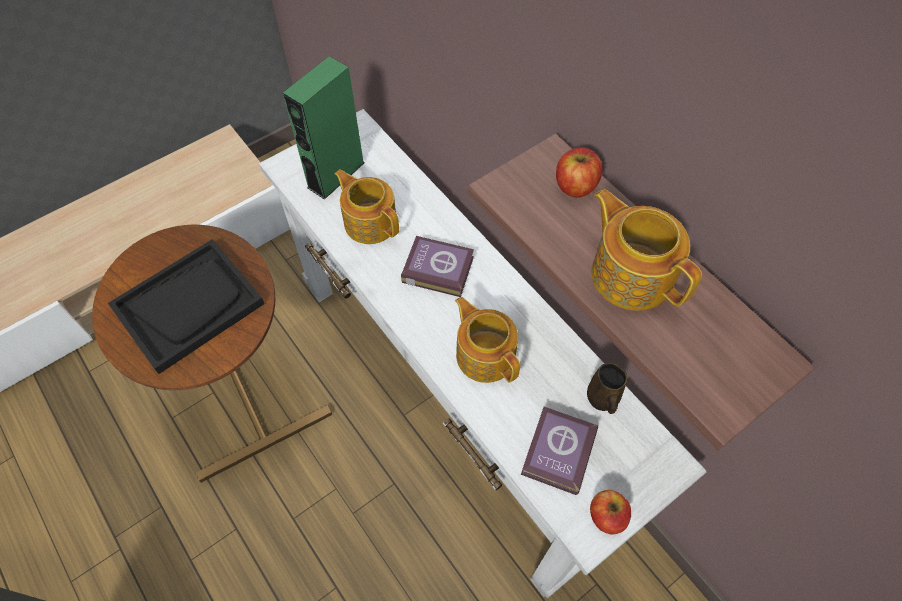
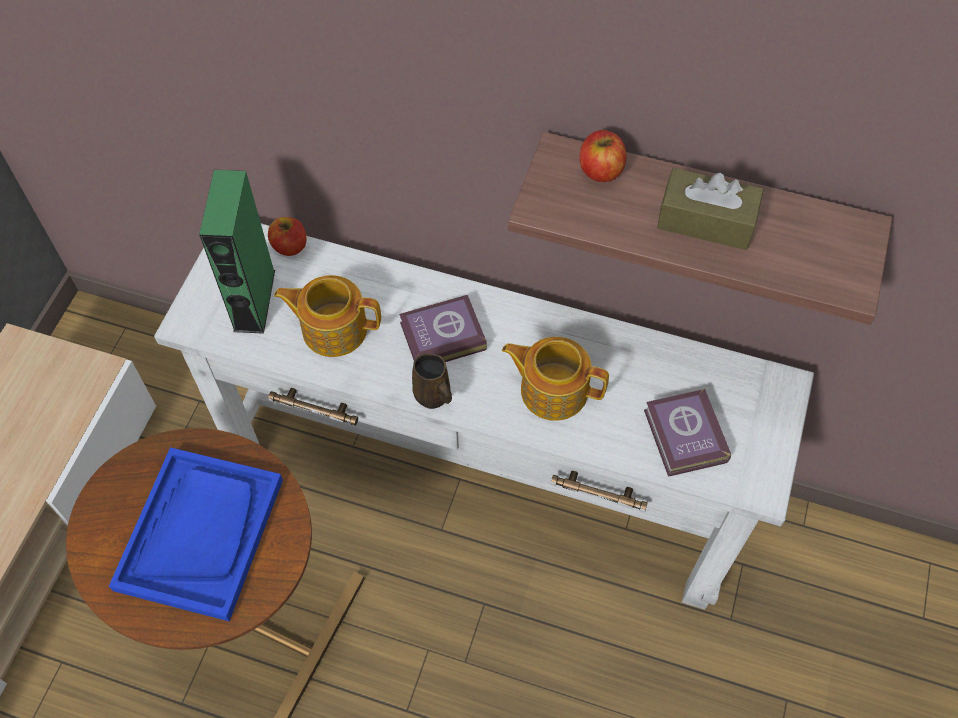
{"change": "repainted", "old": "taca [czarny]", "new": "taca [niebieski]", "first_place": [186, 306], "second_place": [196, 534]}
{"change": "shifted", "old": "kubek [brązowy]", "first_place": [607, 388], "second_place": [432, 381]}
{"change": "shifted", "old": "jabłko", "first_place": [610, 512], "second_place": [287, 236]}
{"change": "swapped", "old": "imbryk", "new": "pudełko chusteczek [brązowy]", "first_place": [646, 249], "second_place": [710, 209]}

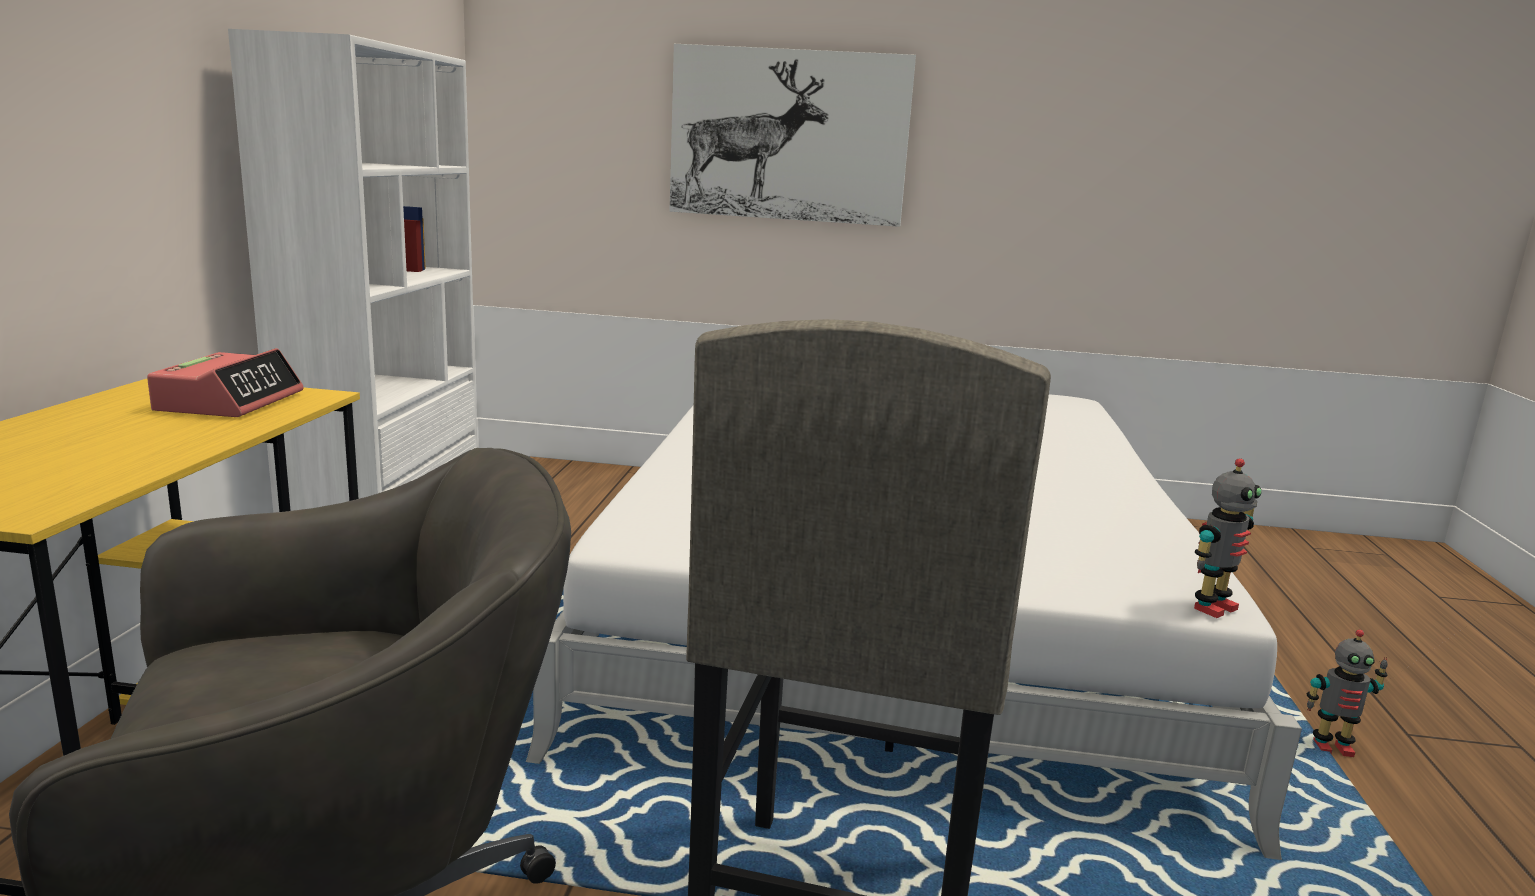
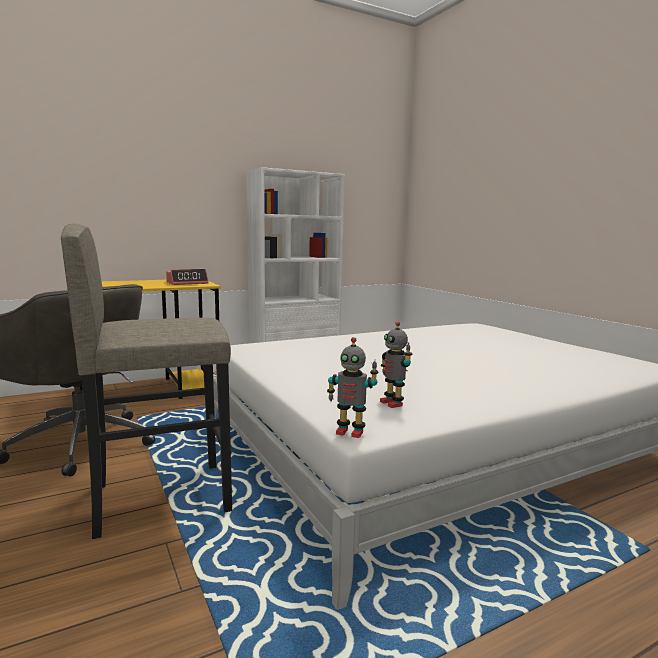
{"change": "gone", "old": "obraz", "first_place": [792, 135]}
{"change": "shifted", "old": "robot zabawkowy", "first_place": [1347, 693], "second_place": [396, 364]}

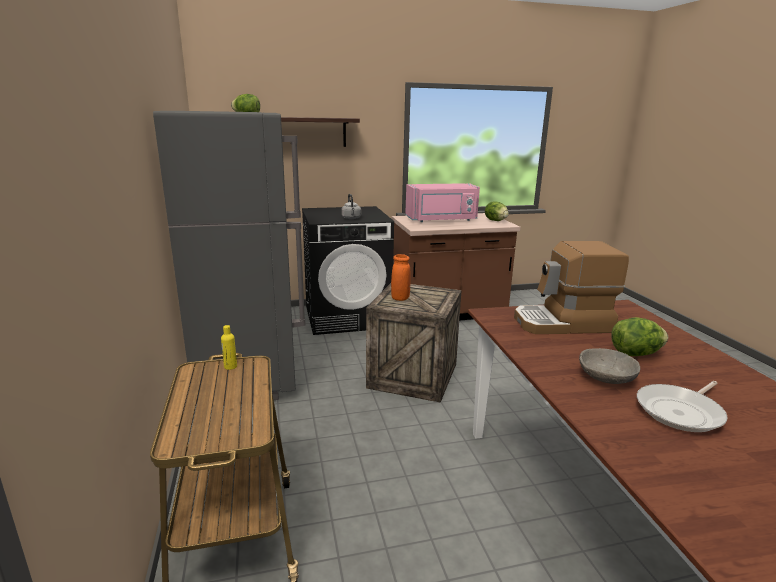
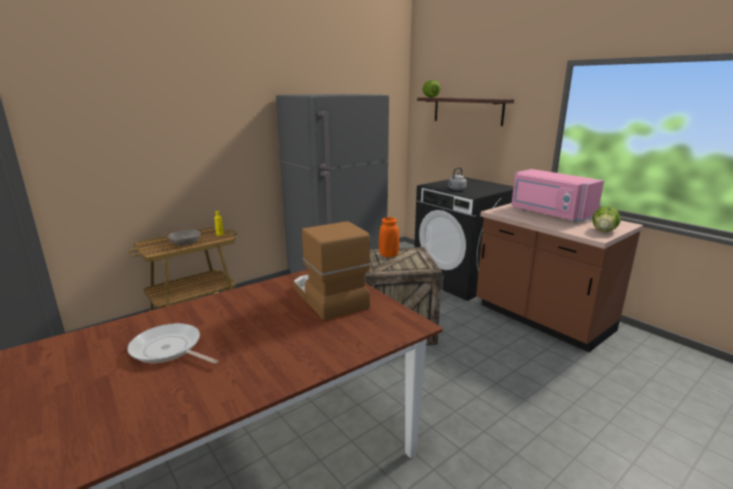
{"change": "shifted", "old": "miska [szary]", "first_place": [609, 366], "second_place": [184, 237]}
{"change": "gone", "old": "sałata", "first_place": [639, 336]}

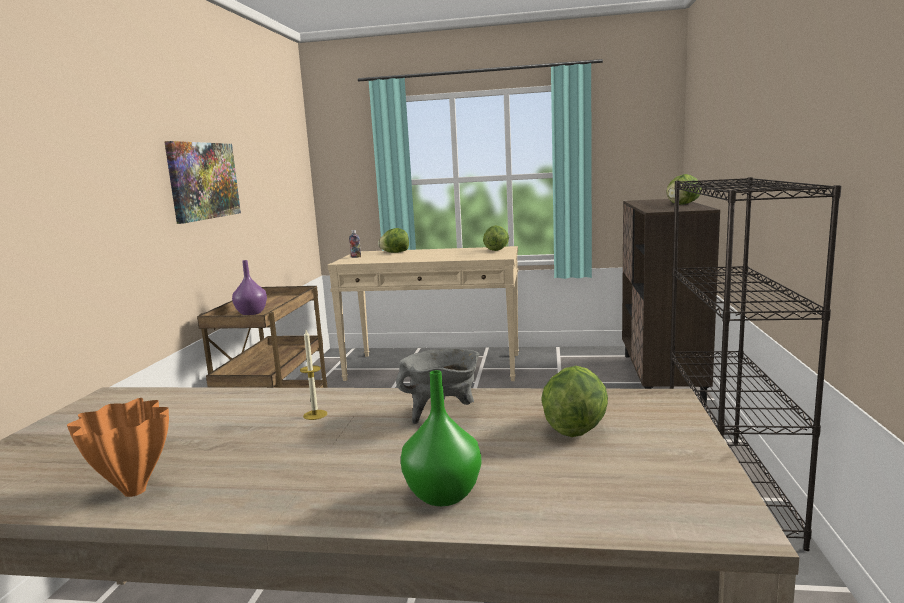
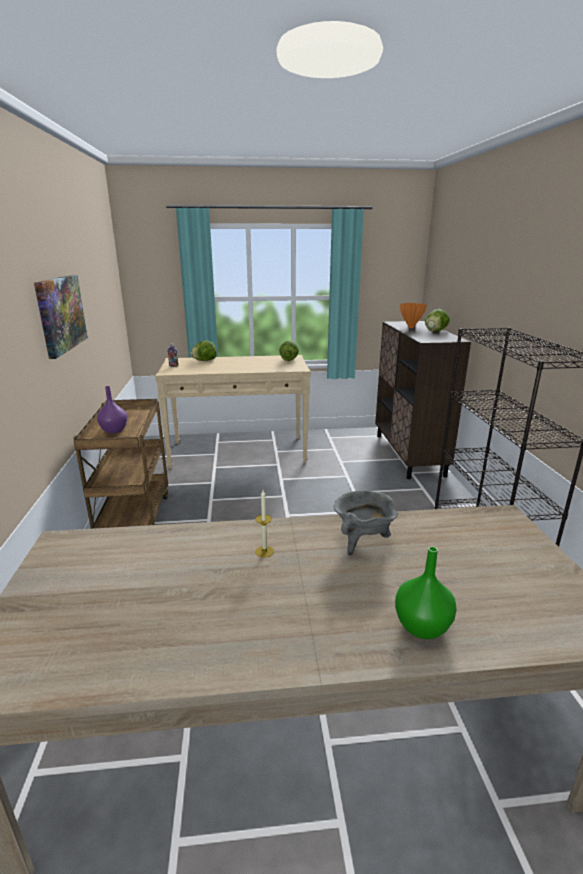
{"change": "shifted", "old": "wazon [pomarańczowy]", "first_place": [118, 447], "second_place": [413, 315]}
{"change": "gone", "old": "sałata", "first_place": [574, 401]}

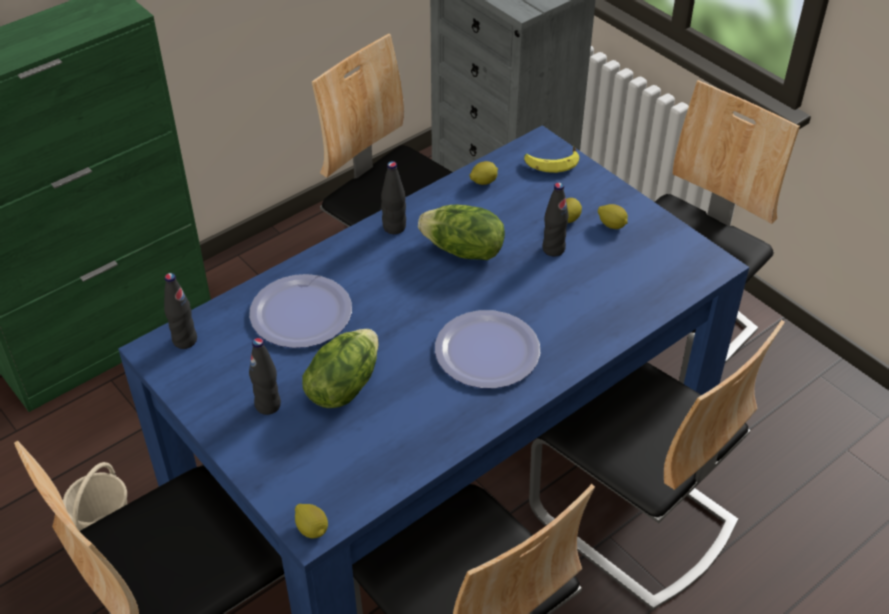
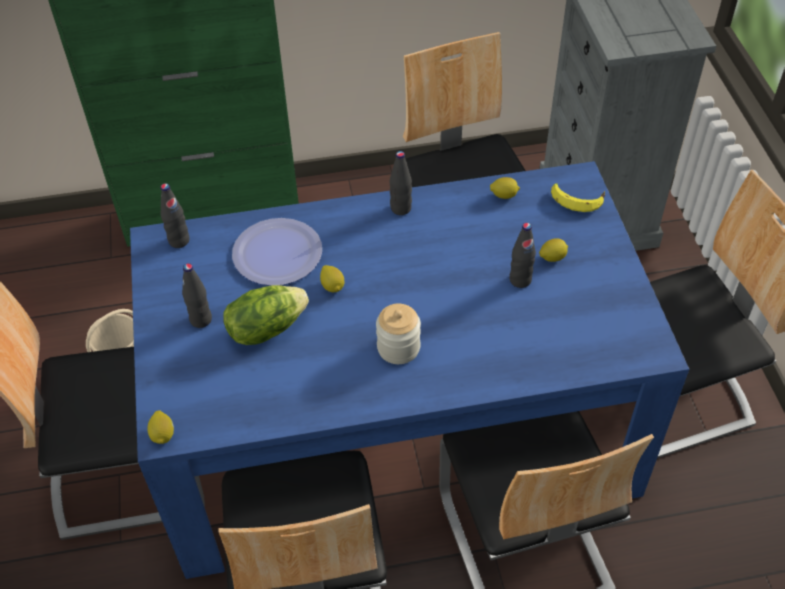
{"change": "gone", "old": "sałata", "first_place": [461, 232]}
{"change": "swapped", "old": "talerz", "new": "słoik", "first_place": [487, 349], "second_place": [398, 334]}
{"change": "shifted", "old": "cytryna", "first_place": [613, 216], "second_place": [332, 278]}

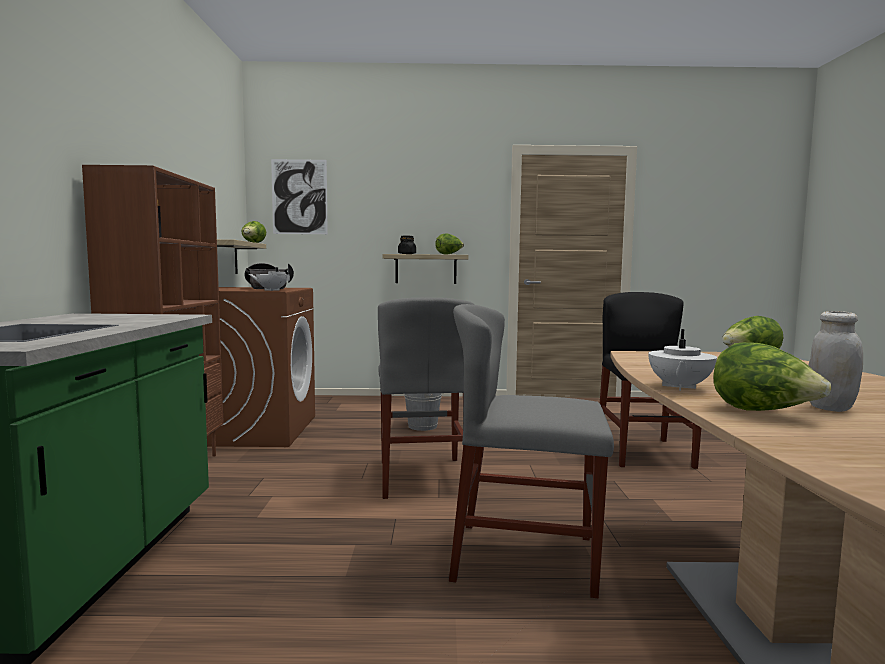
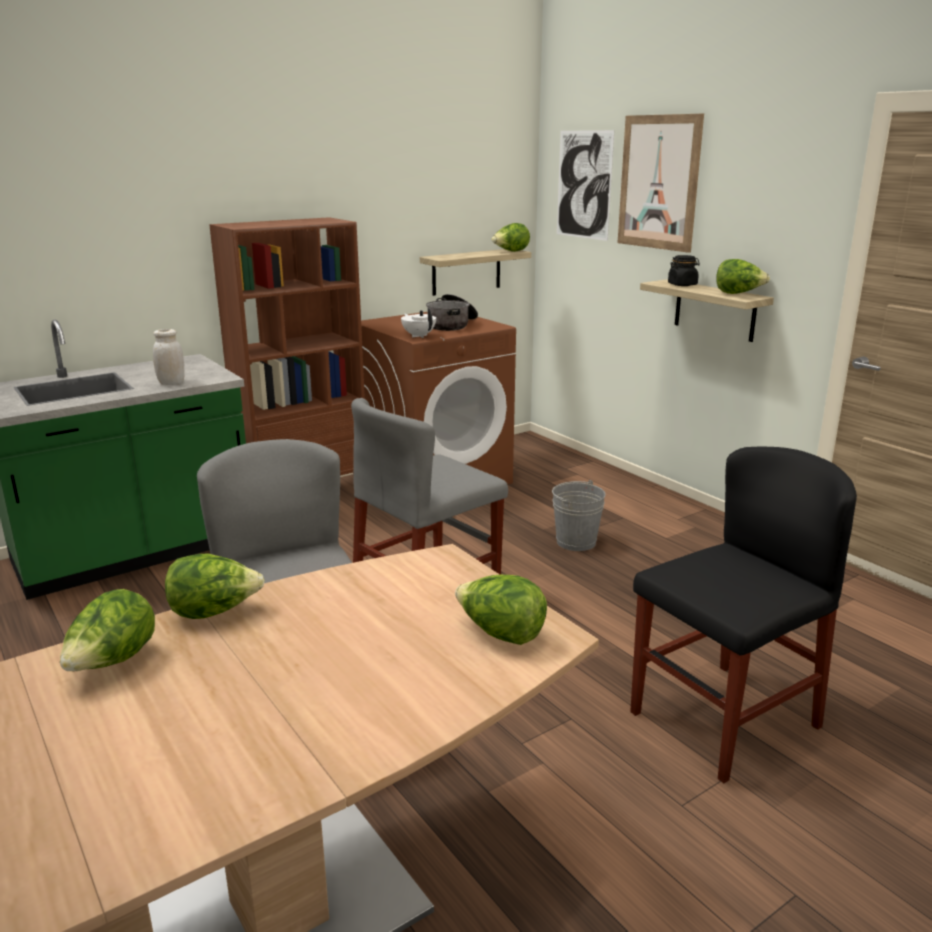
{"change": "swapped", "old": "imbryk [biały]", "new": "sałata", "first_place": [682, 360], "second_place": [215, 586]}
{"change": "shifted", "old": "słoik [biały]", "first_place": [835, 361], "second_place": [169, 357]}
{"change": "new", "new": "obraz", "second_place": [661, 183]}

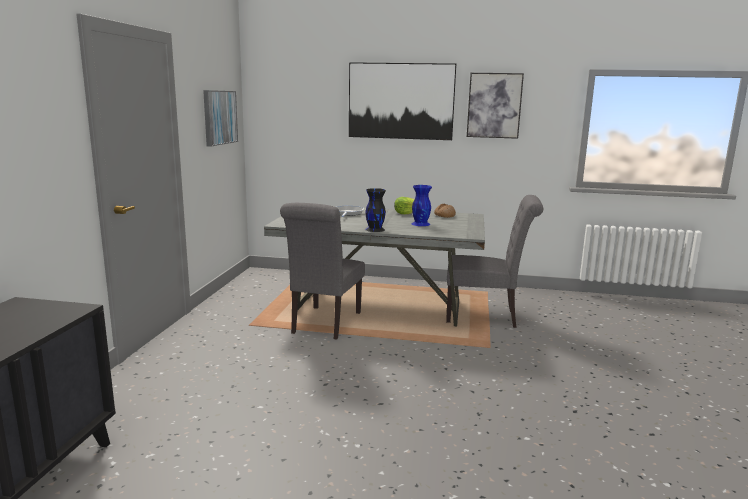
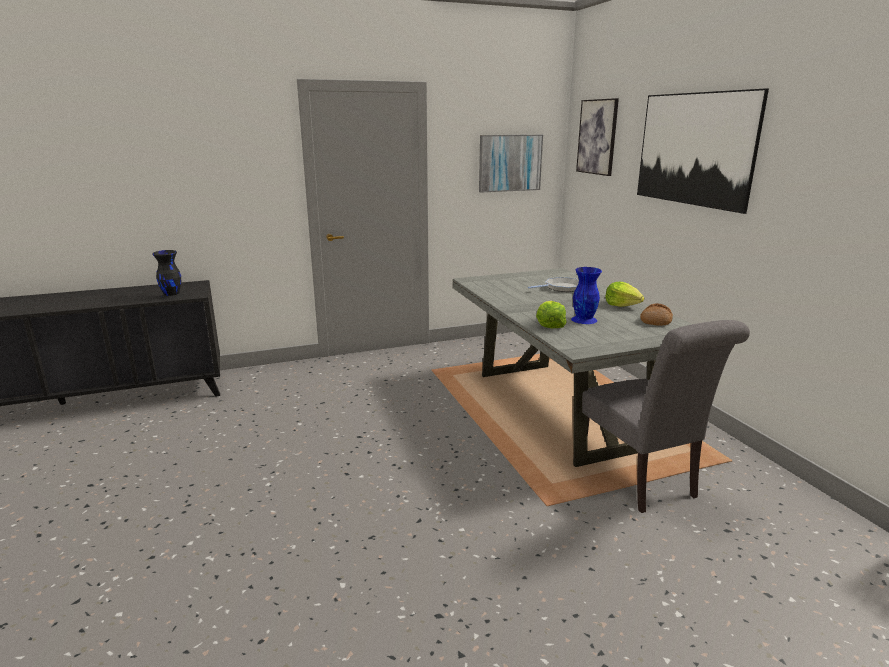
{"change": "gone", "old": "krzesło [szary]", "first_place": [322, 271]}
{"change": "shifted", "old": "wazon [czarny]", "first_place": [375, 210], "second_place": [168, 275]}
{"change": "shifted", "old": "obraz", "first_place": [495, 106], "second_place": [597, 137]}
{"change": "new", "new": "sałata", "second_place": [551, 314]}

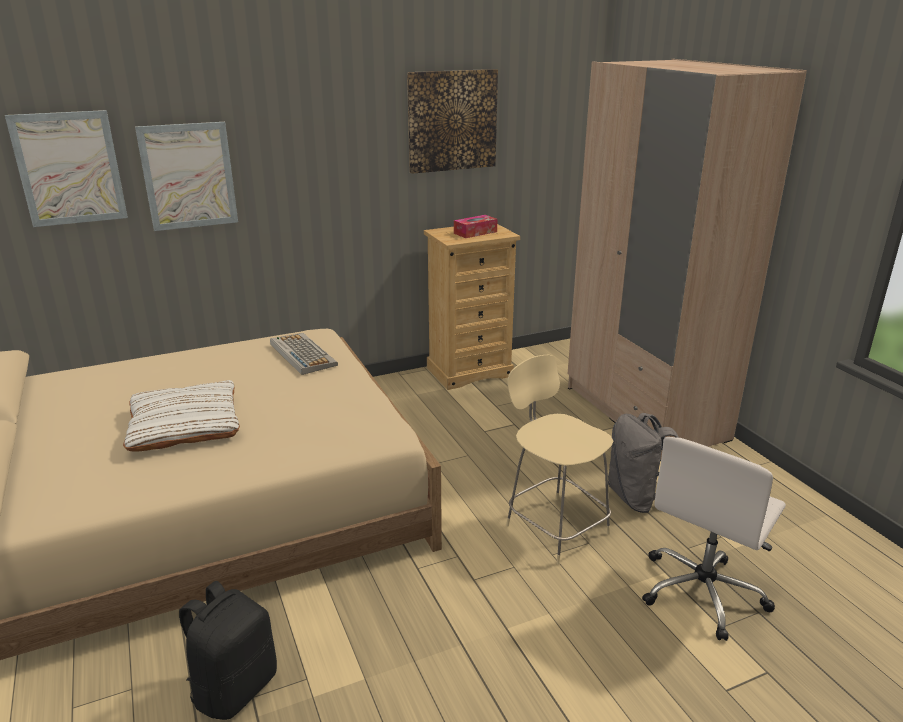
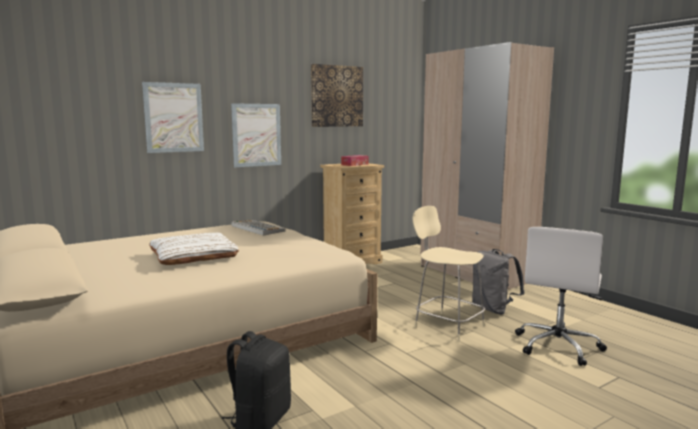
{"change": "shifted", "old": "obraz", "first_place": [66, 168], "second_place": [256, 135]}

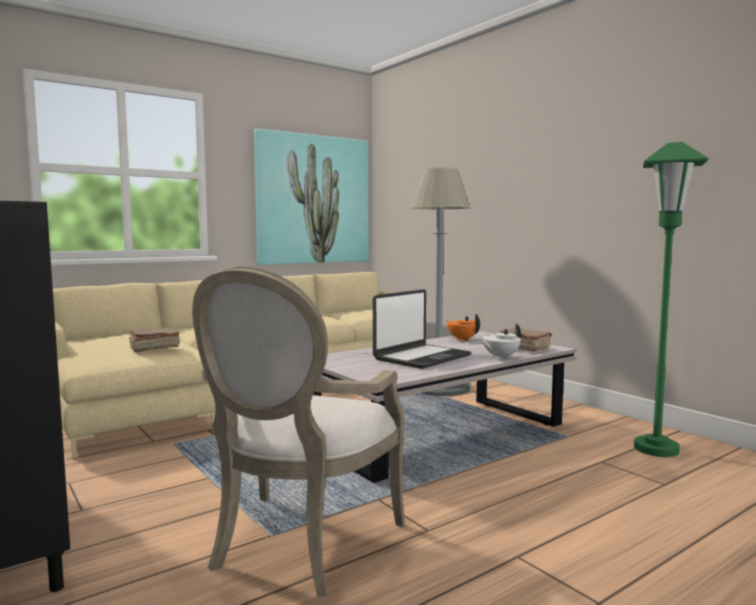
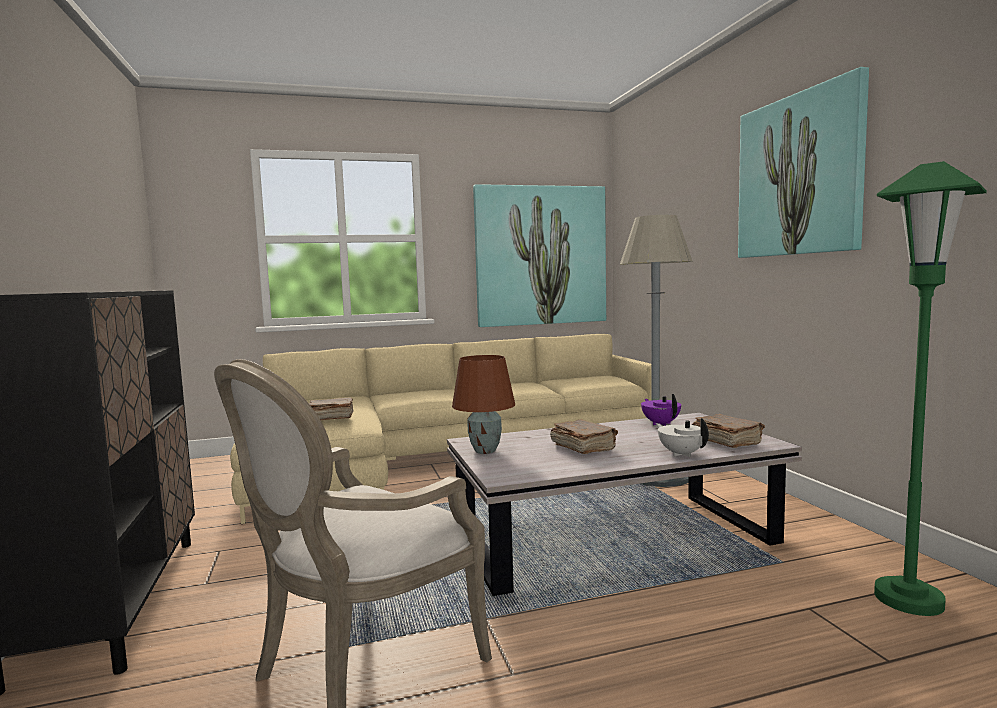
{"change": "swapped", "old": "laptop", "new": "książka [brązowy]", "first_place": [422, 329], "second_place": [584, 436]}
{"change": "repainted", "old": "imbryk [pomarańczowy]", "new": "imbryk [fioletowy]", "first_place": [463, 327], "second_place": [661, 410]}
{"change": "rotated", "old": "imbryk [biały]", "first_place": [500, 341], "second_place": [682, 437], "degrees": 75}
{"change": "new", "new": "lampa stołowa [brązowy]", "second_place": [483, 404]}
{"change": "new", "new": "obraz", "second_place": [803, 162]}

